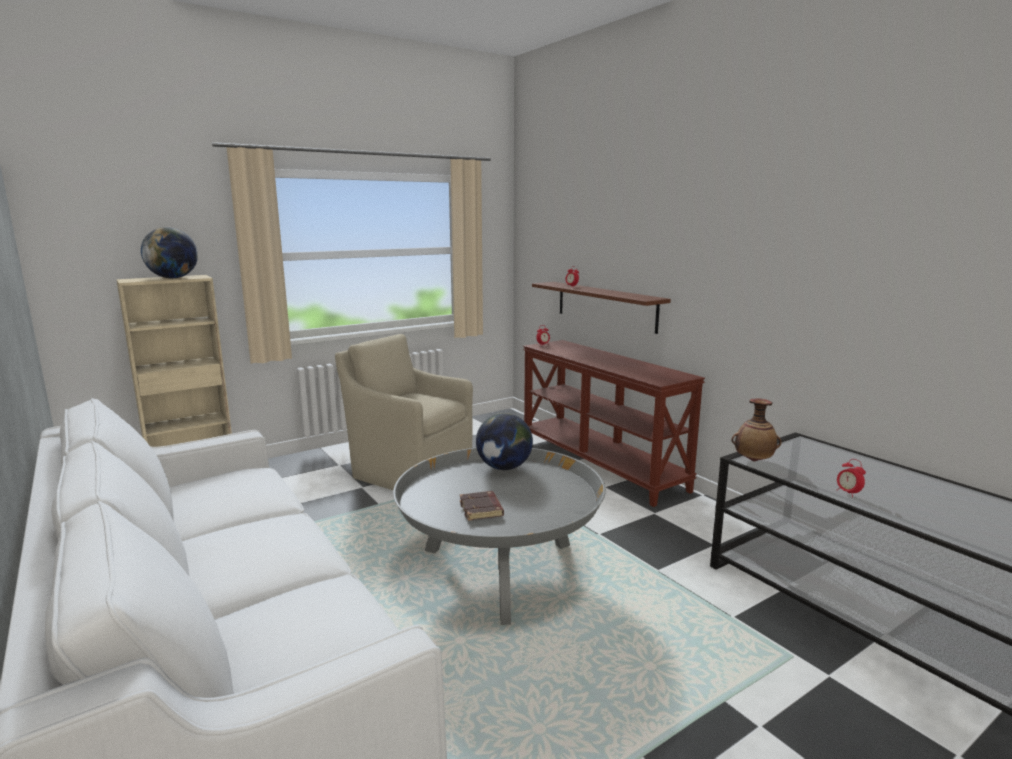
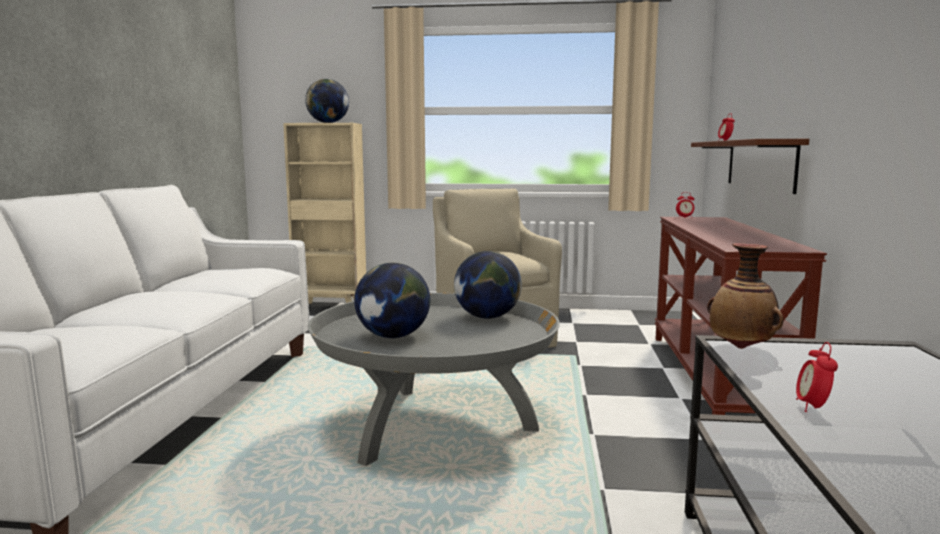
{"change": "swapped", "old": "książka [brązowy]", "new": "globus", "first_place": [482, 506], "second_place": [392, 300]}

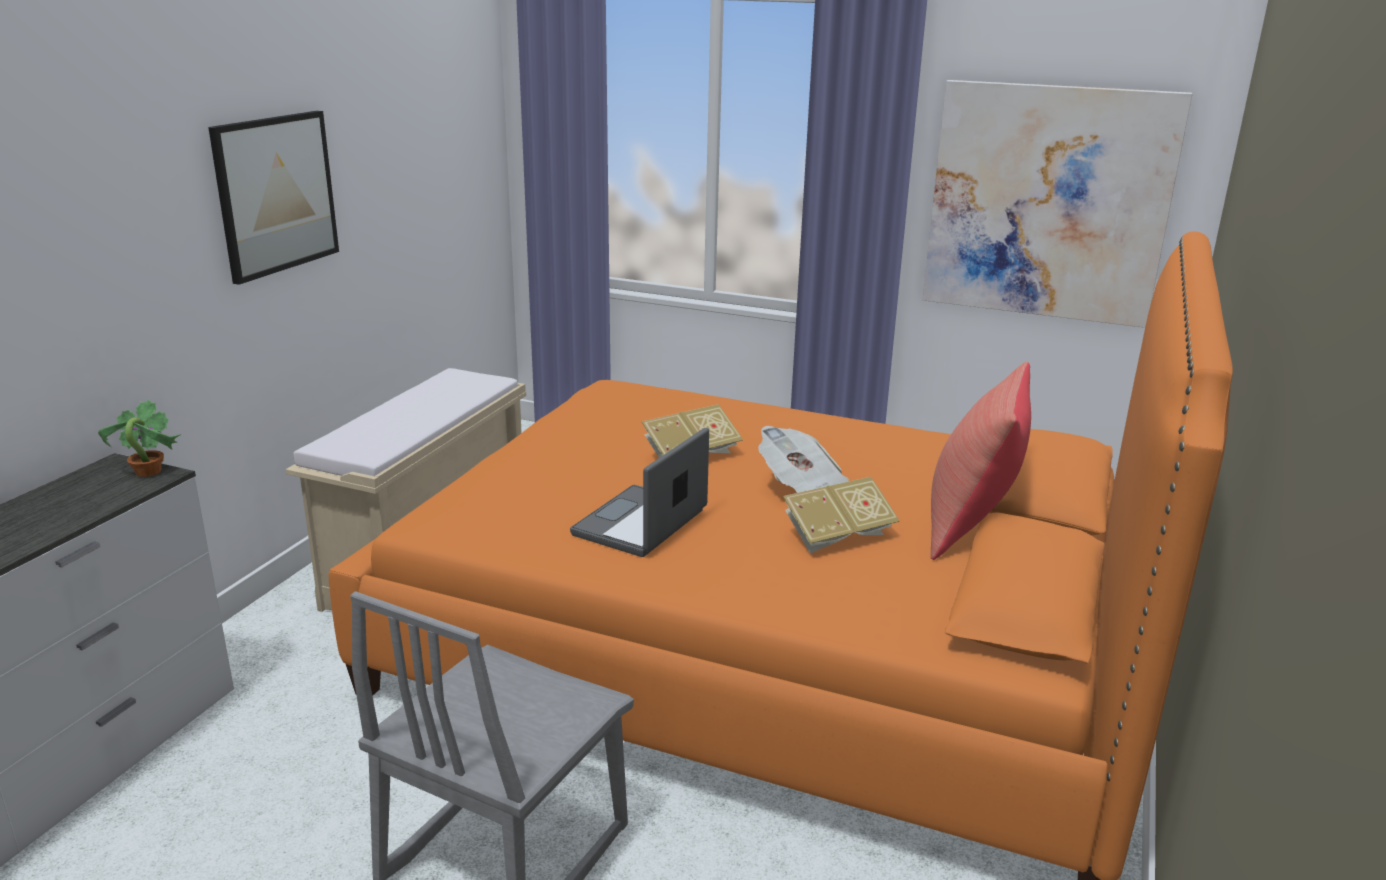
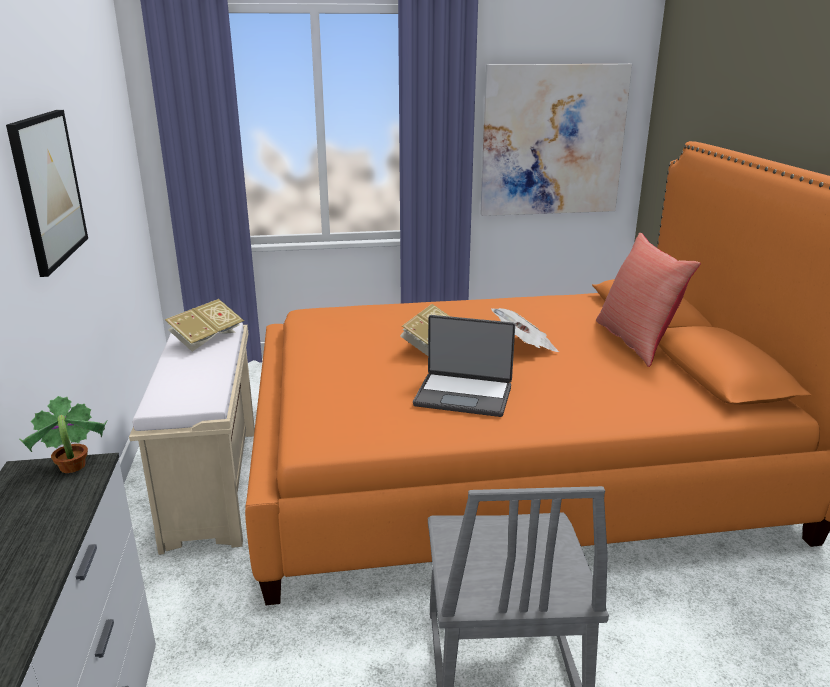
{"change": "rotated", "old": "laptop", "first_place": [639, 492], "second_place": [464, 366], "degrees": -75}
{"change": "shifted", "old": "książka", "first_place": [841, 515], "second_place": [204, 325]}

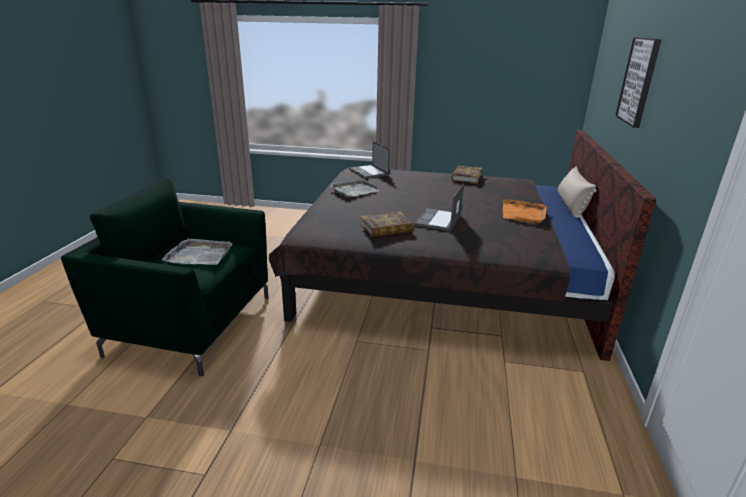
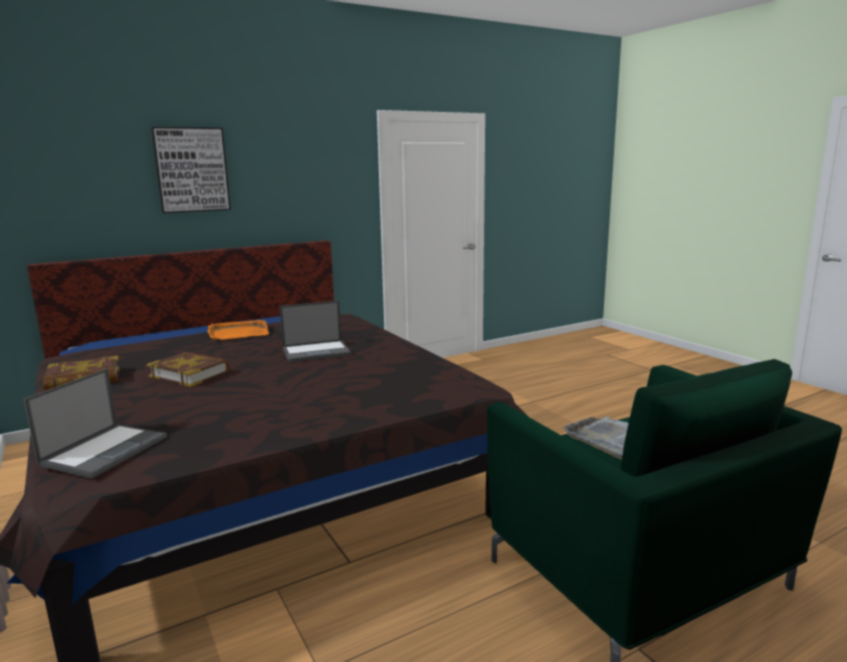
{"change": "gone", "old": "taca [szary]", "first_place": [355, 188]}
{"change": "shifted", "old": "książka", "first_place": [387, 224], "second_place": [188, 369]}
{"change": "gone", "old": "poduszka [beżowy]", "first_place": [577, 192]}

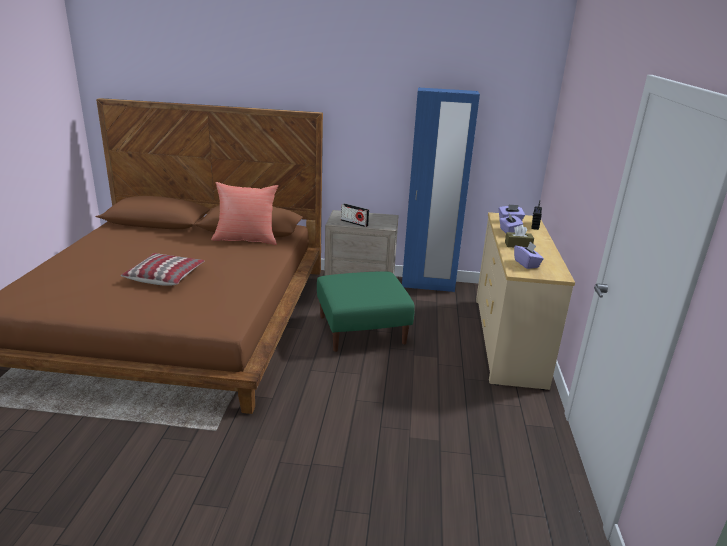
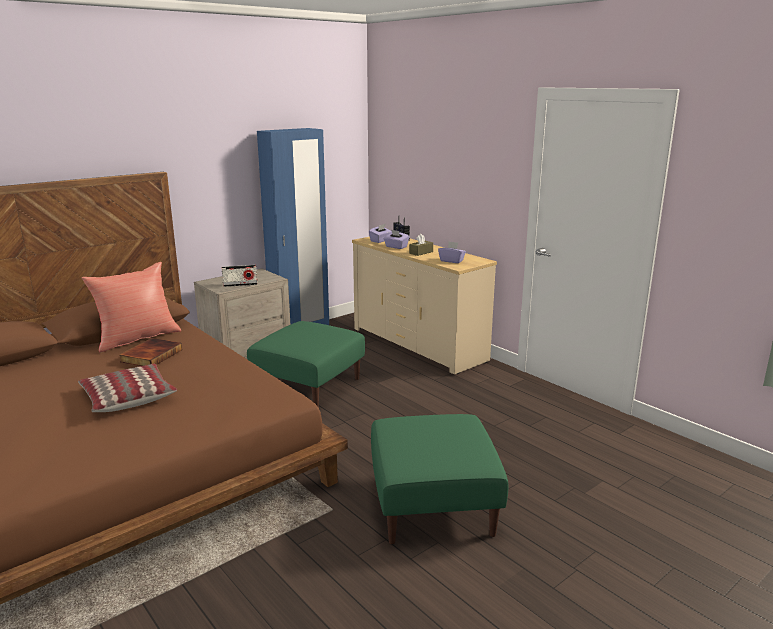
{"change": "new", "new": "książka", "second_place": [151, 352]}
{"change": "new", "new": "pufa [zielony]", "second_place": [439, 479]}

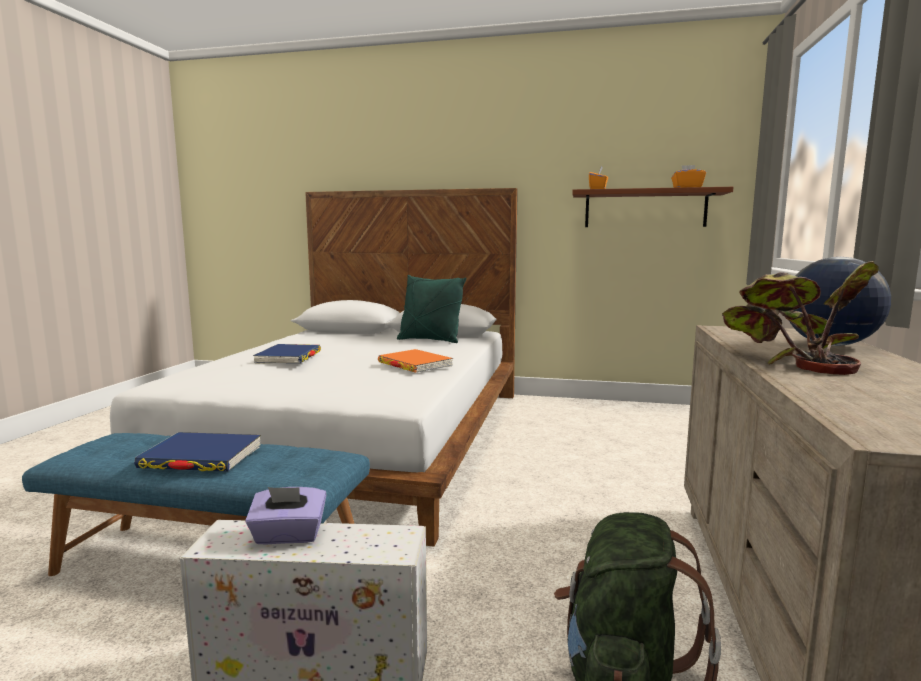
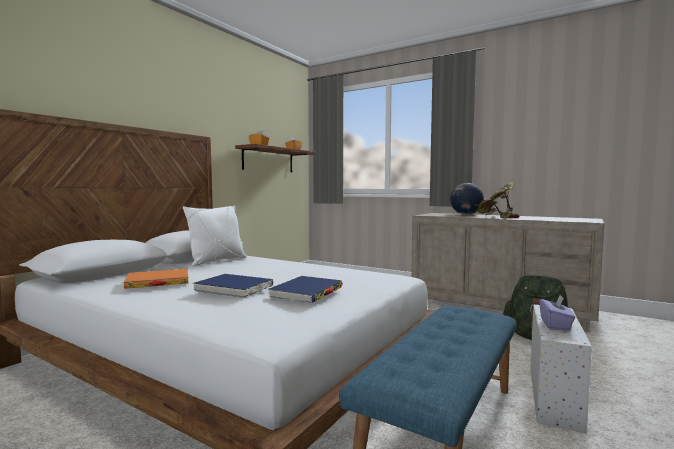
{"change": "shifted", "old": "książka [niebieski]", "first_place": [197, 452], "second_place": [305, 289]}
{"change": "shifted", "old": "książka [pomarańczowy]", "first_place": [415, 361], "second_place": [156, 279]}
{"change": "repainted", "old": "poduszka [zielony]", "new": "poduszka [biały]", "first_place": [431, 309], "second_place": [214, 235]}

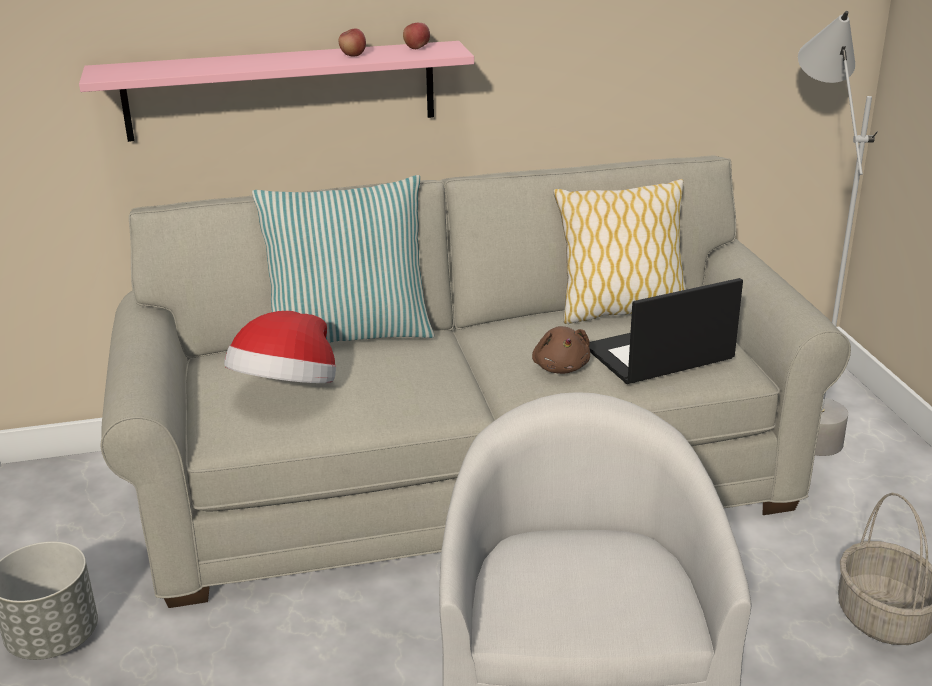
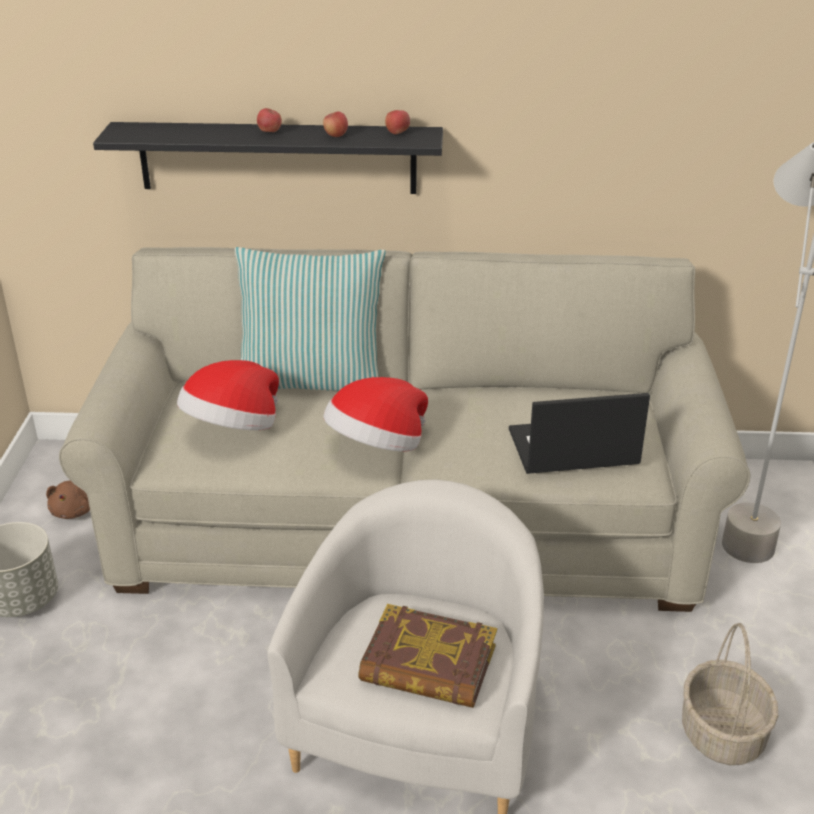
{"change": "repainted", "old": "półka [różowy]", "new": "półka [czarny]", "first_place": [276, 91], "second_place": [268, 158]}
{"change": "shifted", "old": "pluszak [brązowy]", "first_place": [561, 350], "second_place": [68, 500]}
{"change": "gone", "old": "poduszka", "first_place": [619, 251]}
{"change": "new", "new": "jabłko", "second_place": [269, 120]}
{"change": "new", "new": "kapelusz", "second_place": [375, 414]}
{"change": "new", "new": "książka", "second_place": [427, 656]}

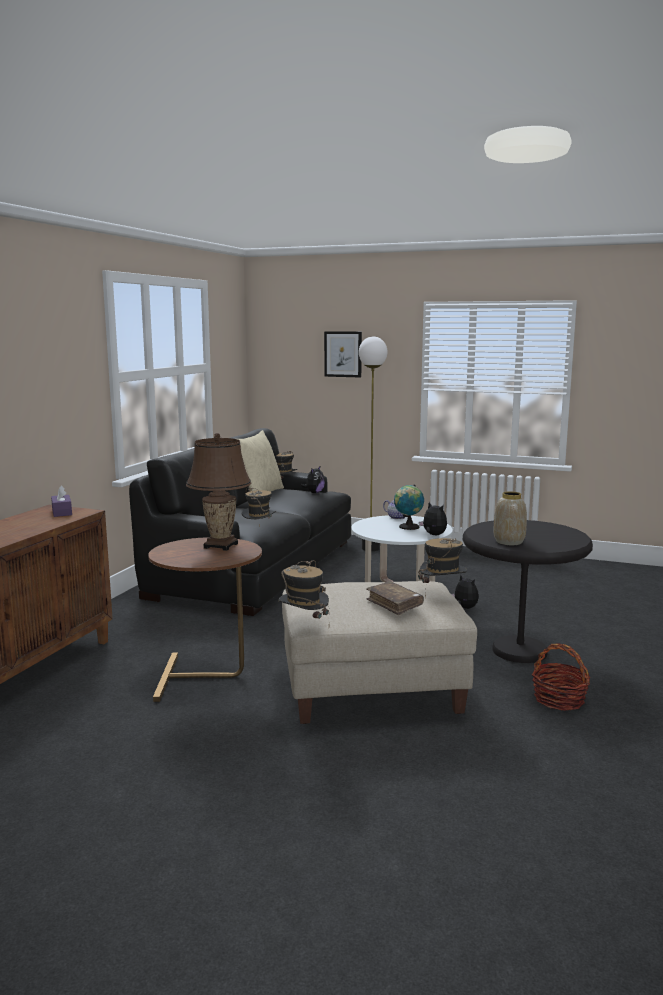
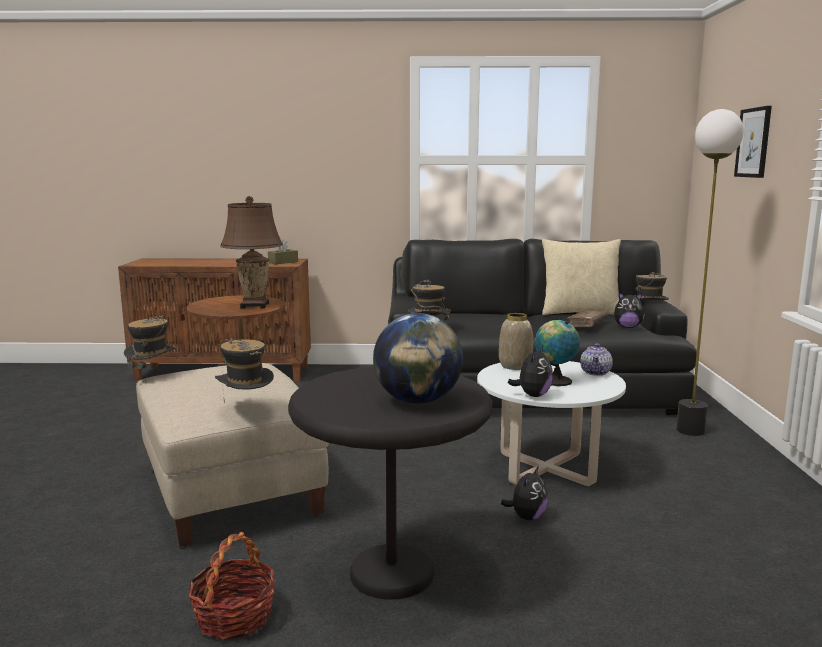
{"change": "repainted", "old": "pudełko chusteczek [fioletowy]", "new": "pudełko chusteczek [brązowy]", "first_place": [61, 501], "second_place": [283, 252]}
{"change": "shifted", "old": "książka [brązowy]", "first_place": [395, 598], "second_place": [587, 318]}
{"change": "shifted", "old": "wazon", "first_place": [510, 518], "second_place": [516, 341]}
{"change": "new", "new": "globus", "second_place": [418, 358]}

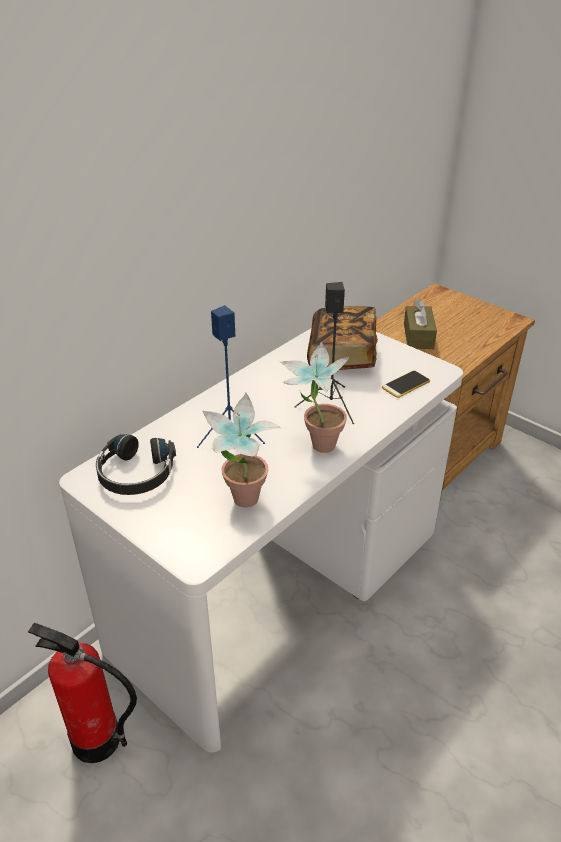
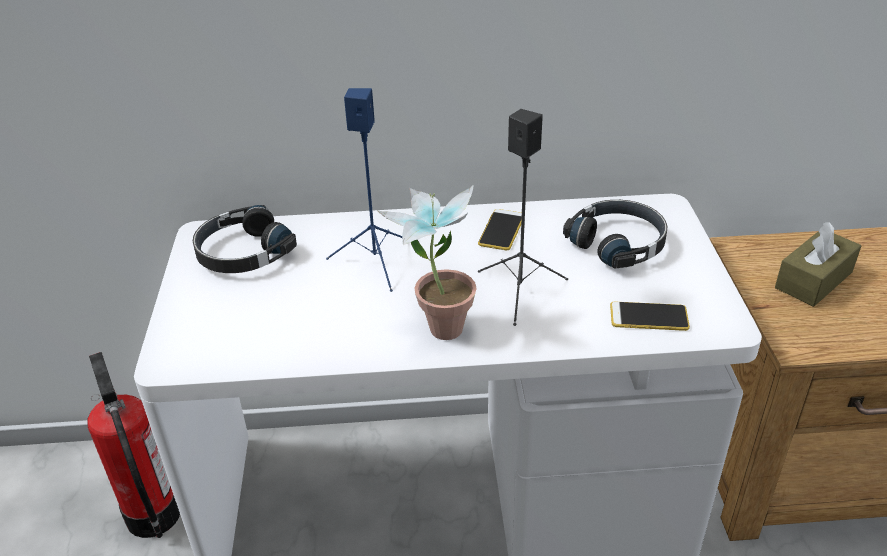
{"change": "gone", "old": "roślina doniczkowa", "first_place": [242, 450]}
{"change": "swapped", "old": "książka", "new": "słuchawki [czarny]", "first_place": [342, 338], "second_place": [615, 234]}
{"change": "new", "new": "telefon", "second_place": [500, 229]}

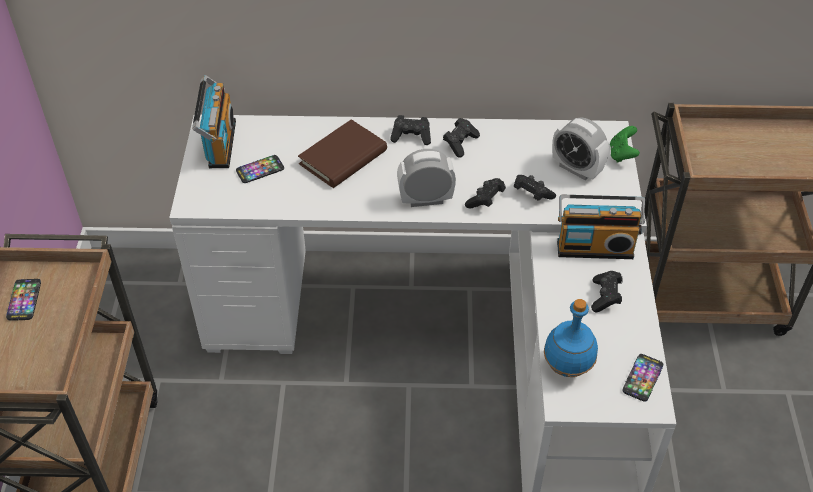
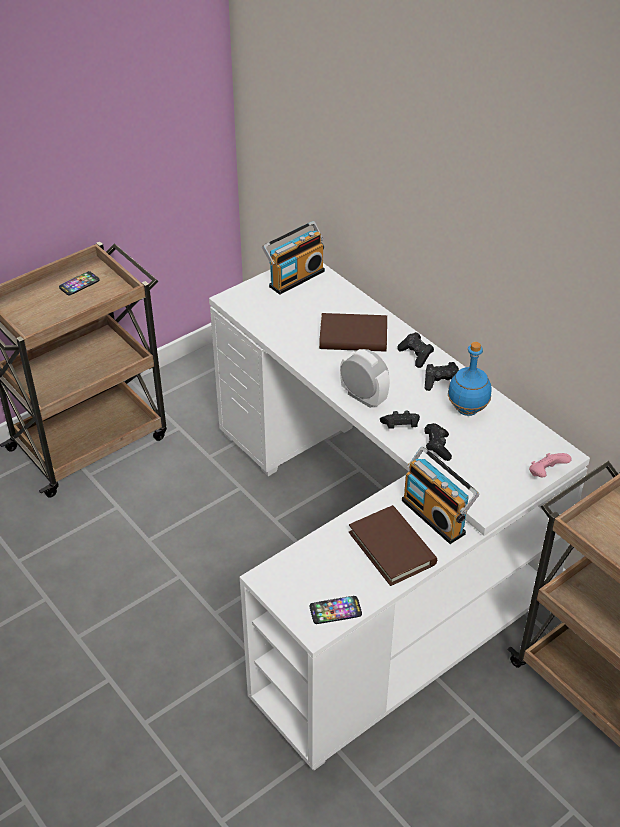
{"change": "gone", "old": "telefon", "first_place": [260, 169]}
{"change": "shifted", "old": "butelka [niebieski]", "first_place": [571, 338], "second_place": [470, 379]}
{"change": "gone", "old": "budzik", "first_place": [580, 148]}
{"change": "swapped", "old": "pad do gier [czarny]", "new": "książka [brązowy]", "first_place": [607, 291], "second_place": [393, 545]}
{"change": "repainted", "old": "pad do gier [zielony]", "new": "pad do gier [różowy]", "first_place": [625, 144], "second_place": [550, 465]}

